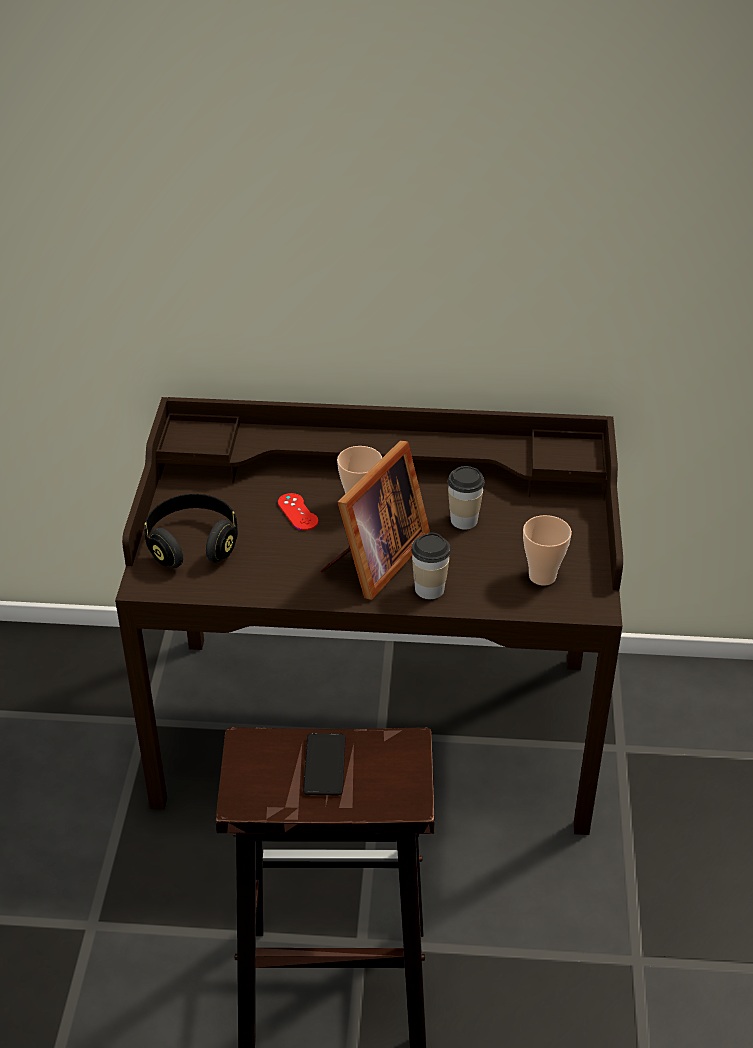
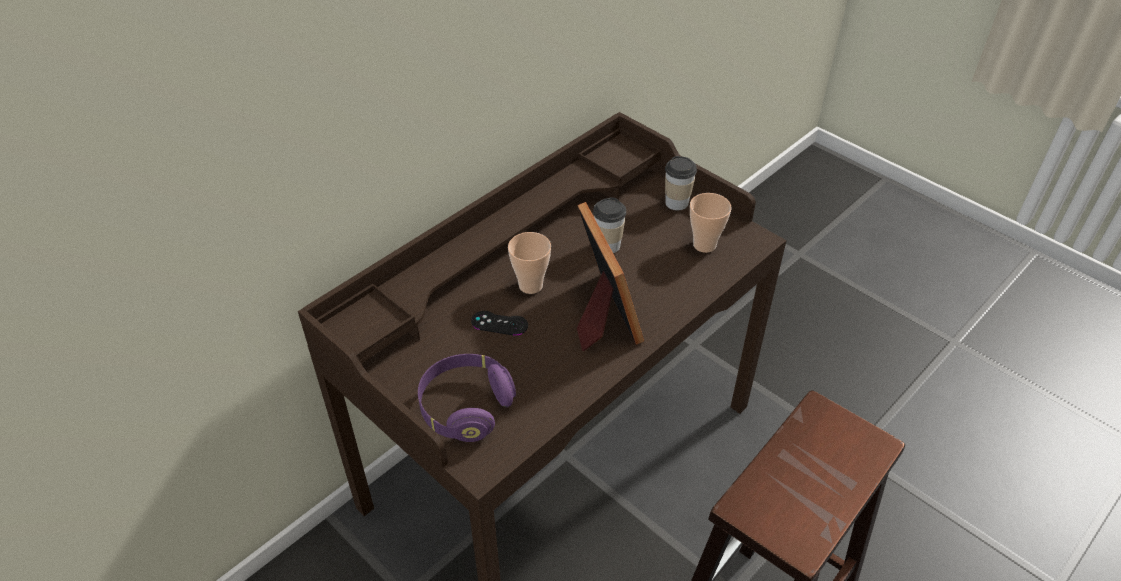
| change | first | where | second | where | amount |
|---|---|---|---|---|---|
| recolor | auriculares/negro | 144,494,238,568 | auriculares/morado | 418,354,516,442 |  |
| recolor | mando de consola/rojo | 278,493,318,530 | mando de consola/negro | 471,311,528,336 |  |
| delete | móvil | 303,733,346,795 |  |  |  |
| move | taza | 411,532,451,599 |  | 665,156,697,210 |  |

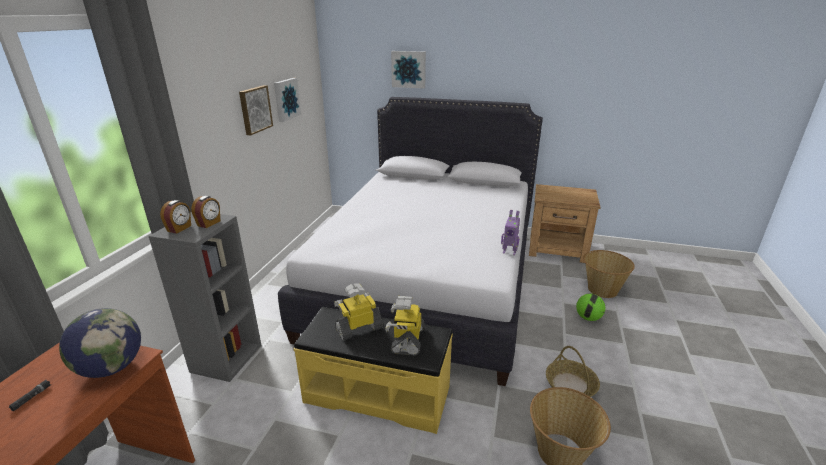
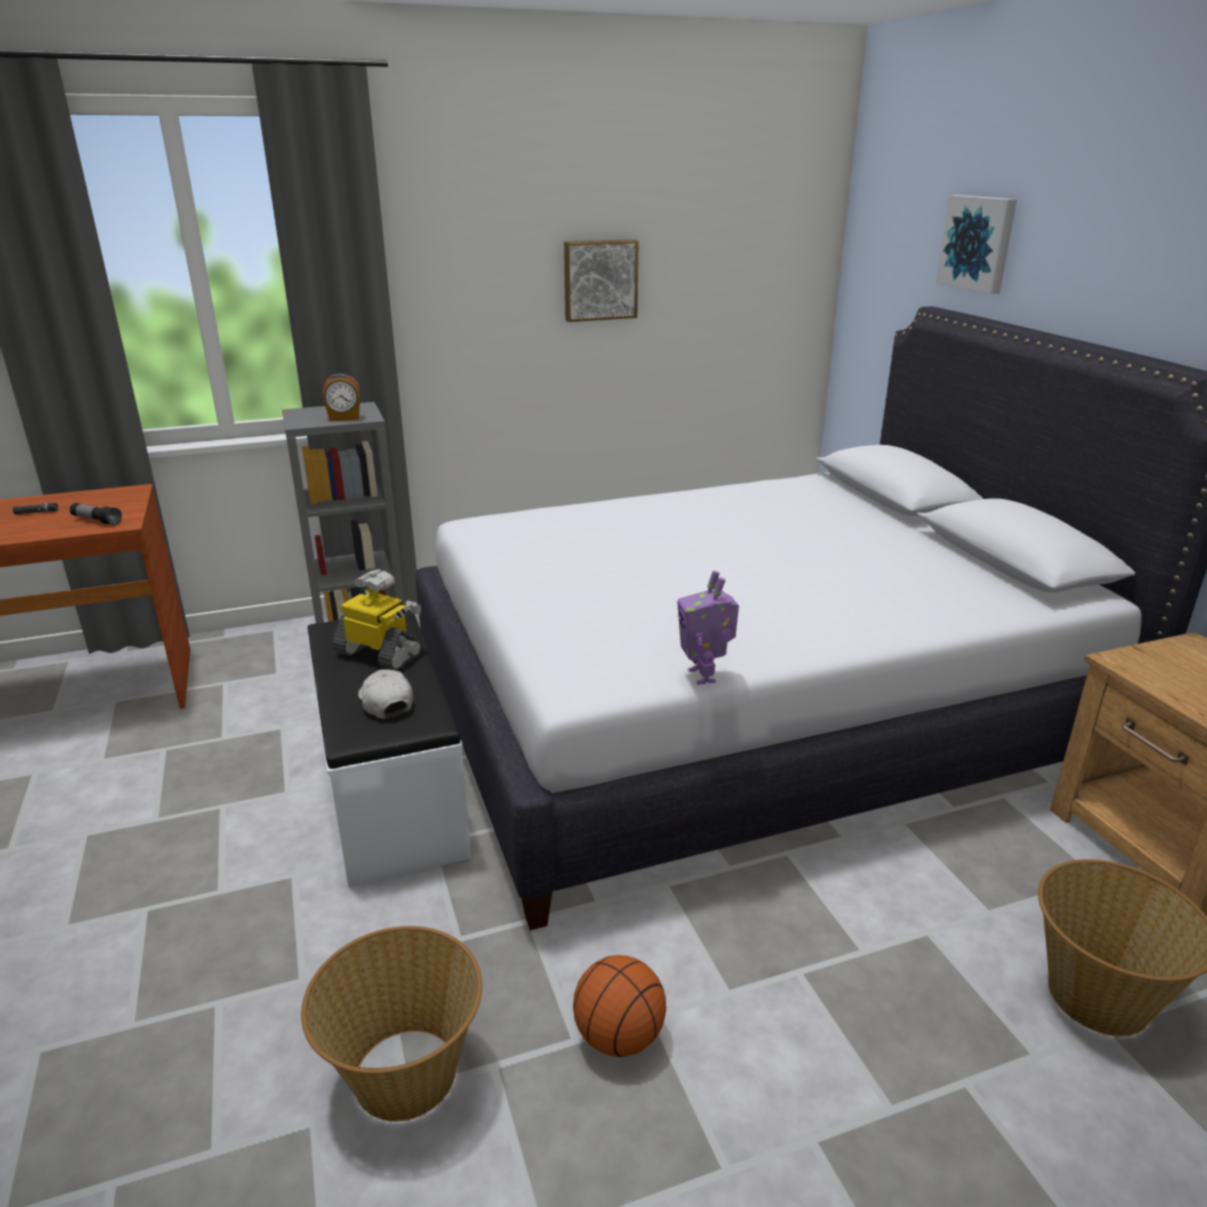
| change | first | where | second | where | amount |
|---|---|---|---|---|---|
| replace | globo terráqueo | 59,308,141,378 | linterna | 70,503,122,525 |  |
| delete | despertador | 160,200,191,234 |  |  |  |
| delete | cuadro | 274,78,301,122 |  |  |  |
| recolor | banco/amarillo | 294,307,453,434 | banco/blanco | 308,609,471,887 |  |
| replace | robot de juguete | 385,296,425,356 | gorra/blanco | 358,669,413,719 |  |
| replace | cesta | 546,346,600,397 | balón de baloncesto | 573,955,666,1057 |  |
| delete | balón de fútbol | 576,294,605,321 |  |  |  |

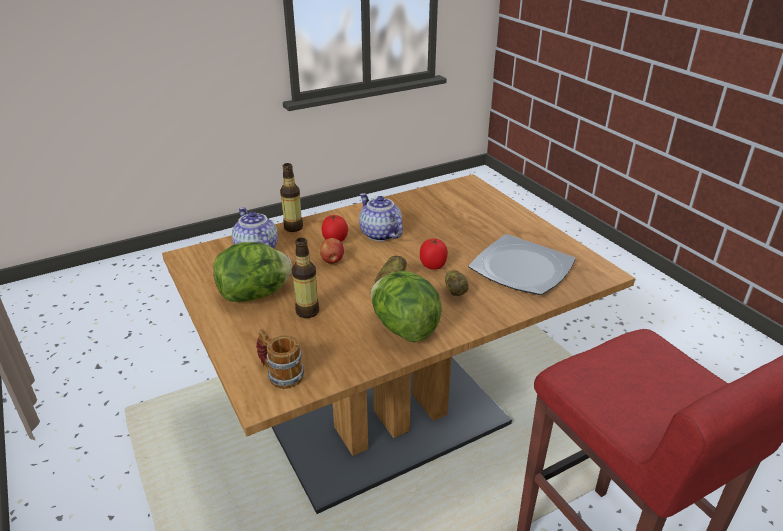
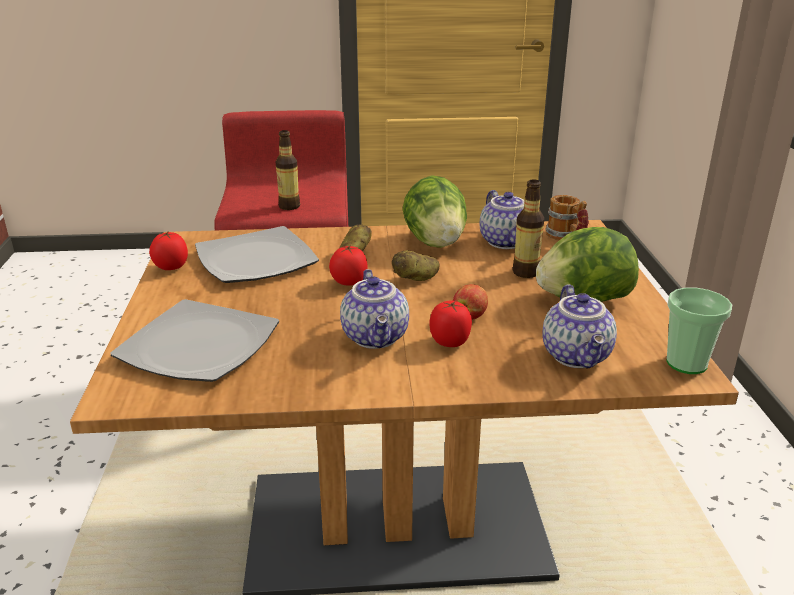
| change | first | where | second | where | amount |
|---|---|---|---|---|---|
| move | botella | 280,163,303,232 |  | 276,130,300,210 |  |
| insert |  |  | plato | 110,299,279,382 |  |
| insert |  |  | tomate | 149,231,188,270 |  |
| insert |  |  | tetera | 480,190,524,249 |  |
| insert |  |  | taza | 666,288,732,374 |  |

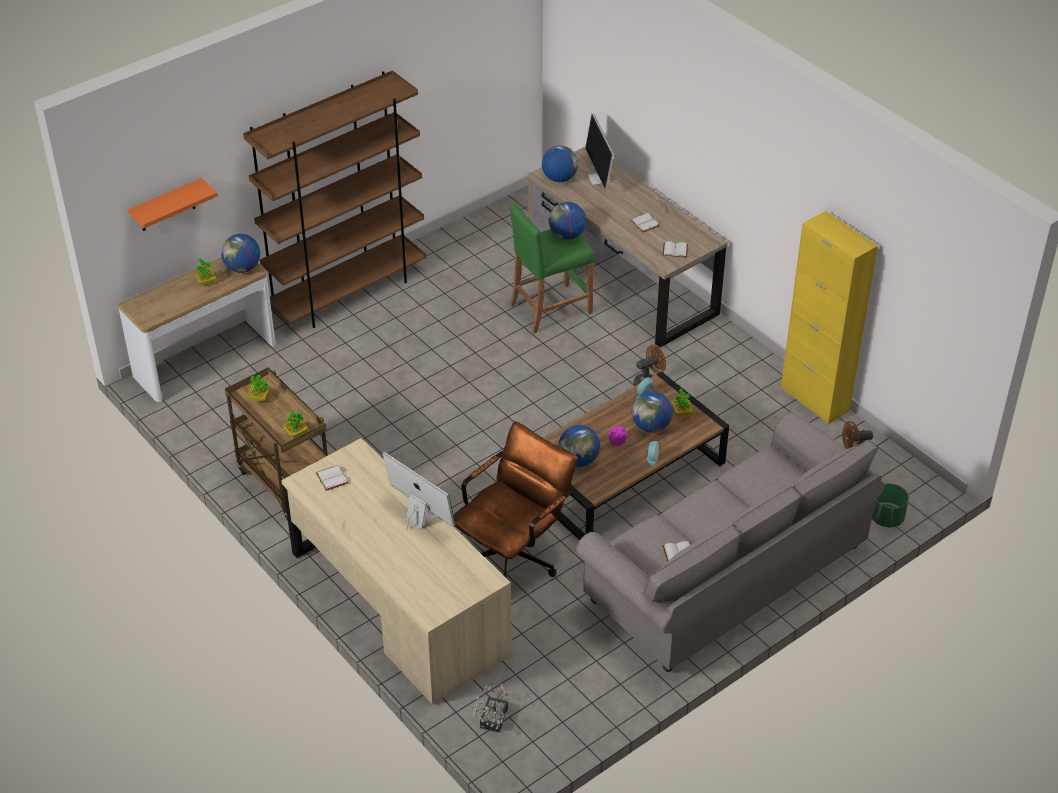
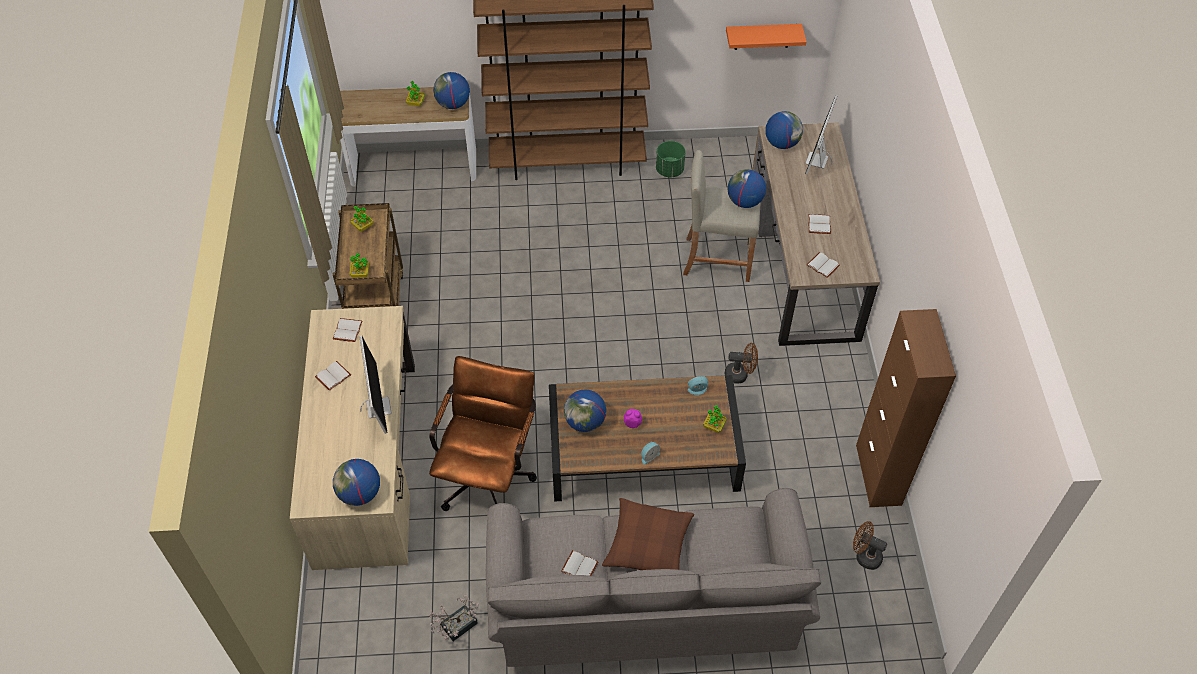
| change | first | where | second | where | amount |
|---|---|---|---|---|---|
| move | estante/naranja | 128,178,218,231 |  | 726,24,806,50 |  |
| rotate | silla de oficina/marrón | 453,421,578,577 |  | 429,356,537,511 | 60 degrees counterclockwise |
| move | planta en maceta | 473,683,510,733 |  | 429,594,479,641 |  |
| recolor | taburete/verde | 510,203,595,333 | taburete/beis | 683,150,761,282 |  |
| move | globo terráqueo | 632,392,673,433 |  | 333,459,380,506 |  |
| recolor | armario/amarillo | 781,211,878,424 | armario/marrón | 856,309,956,507 |  |
| move | maceta/verde | 872,483,909,527 |  | 656,141,686,177 |  |
| insert |  |  | libro/blanco | 315,361,351,391 |  |
| insert |  |  | cojín/marrón | 602,498,694,570 |  |

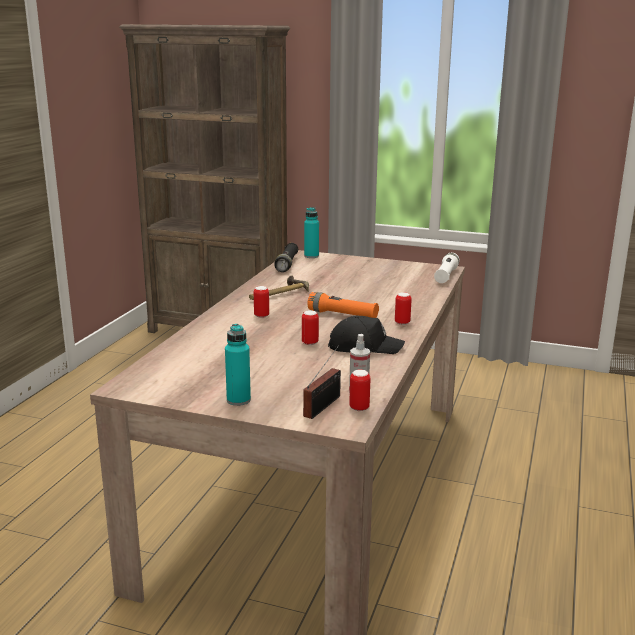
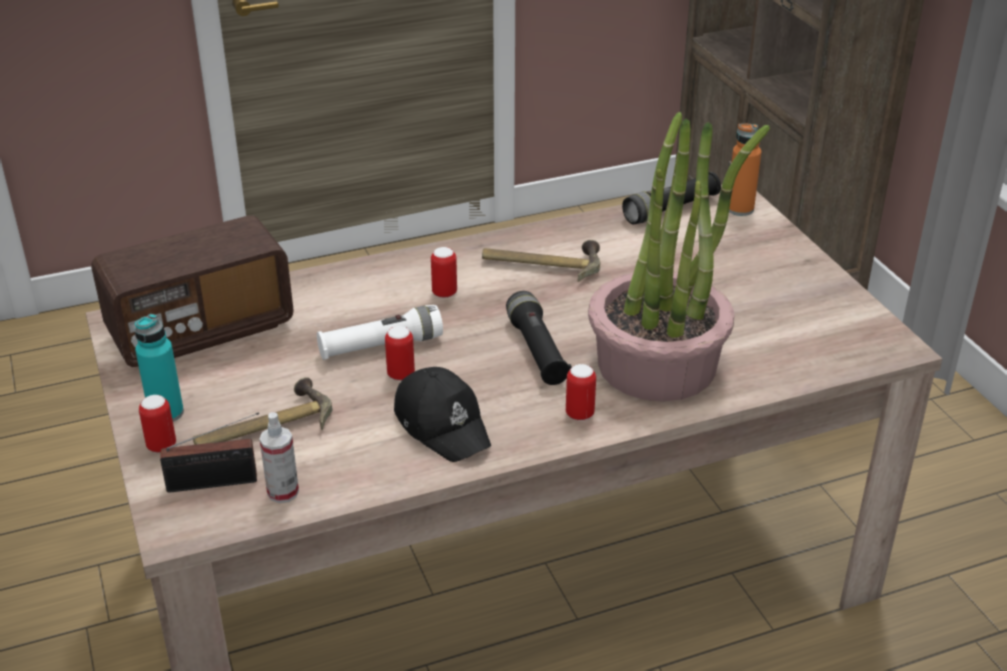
| change | first | where | second | where | amount |
|---|---|---|---|---|---|
| recolor | botella/turquesa | 304,207,319,258 | botella/naranja | 729,123,762,216 |  |
| recolor | linterna/naranja | 308,292,379,318 | linterna/negro | 506,291,572,385 |  |
| move | lata | 349,370,370,411 |  | 139,395,176,453 |  |
| move | linterna/blanco | 434,253,460,283 |  | 317,305,443,360 |  |
| insert |  |  | radio | 91,215,294,367 |  |
| insert |  |  | martillo | 193,377,333,445 |  |
| insert |  |  | planta en maceta | 588,112,770,402 |  |

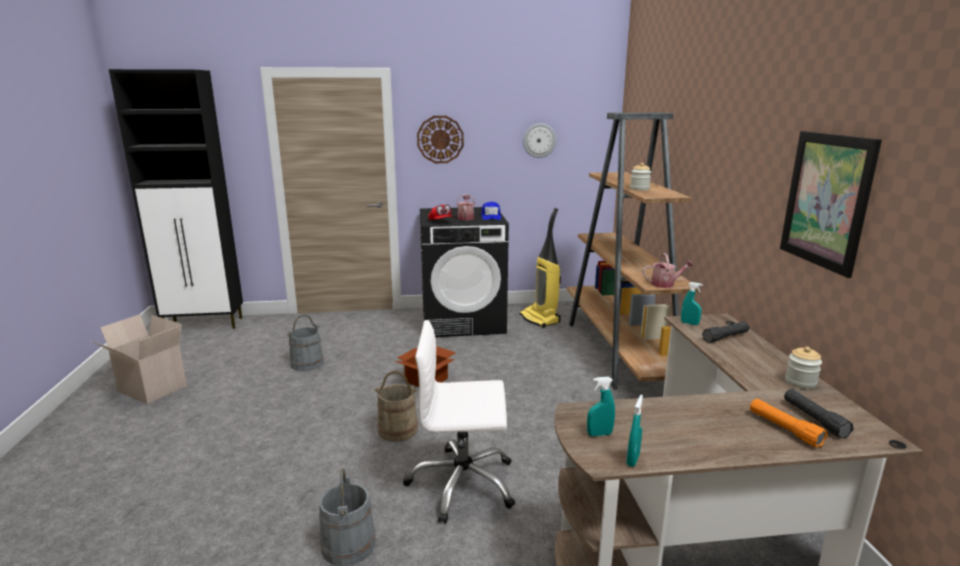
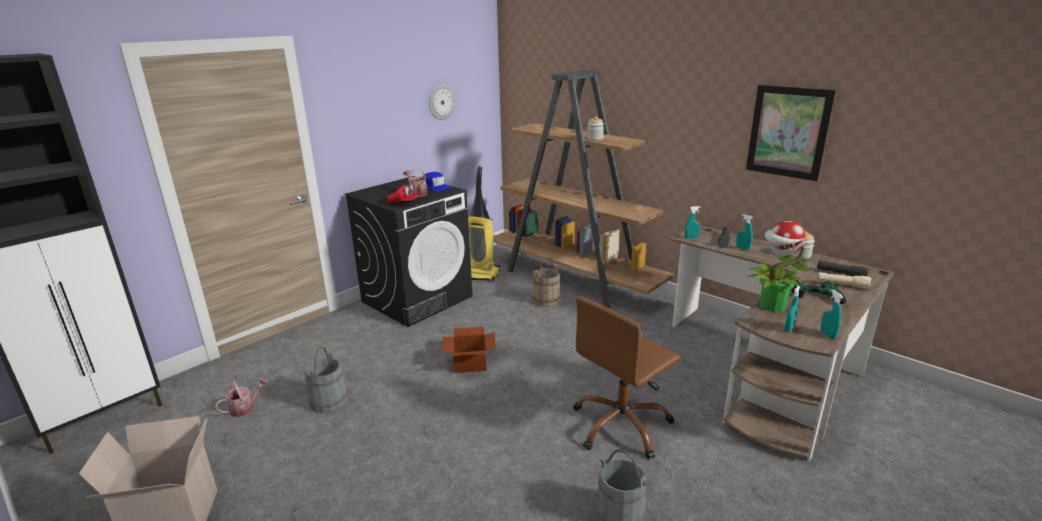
| change | first | where | second | where | amount |
|---|---|---|---|---|---|
| move | cubo/beis | 374,371,418,441 |  | 532,257,561,307 |  |
| recolor | silla de oficina/blanco | 403,320,515,524 | silla de oficina/marrón | 573,296,680,459 |  |
| delete | reloj de pared | 417,116,464,163 |  |  |  |
| move | regadera | 643,253,694,288 |  | 215,378,268,417 |  |
| recolor | linterna/naranja | 750,399,828,447 | linterna/beis | 817,272,871,289 |  |
| insert |  |  | pulverizador/turquesa | 736,214,753,250 |  |
| insert |  |  | planta en maceta | 747,221,810,312 |  |
| insert |  |  | taladro | 790,280,849,308 |  |

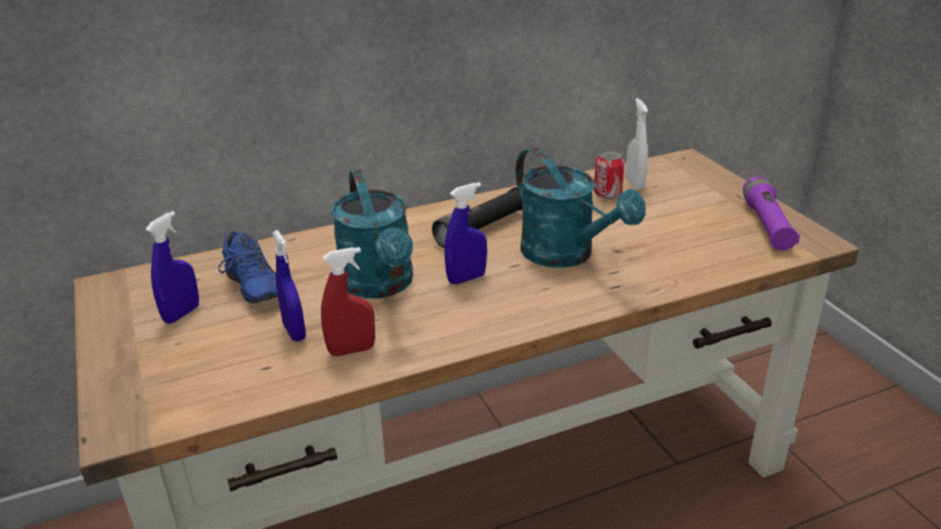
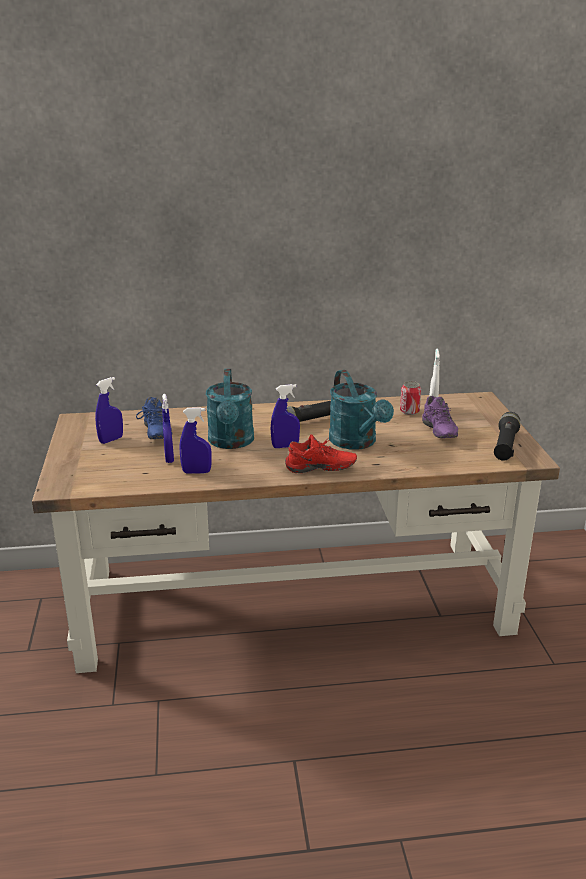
| change | first | where | second | where | amount |
|---|---|---|---|---|---|
| recolor | pulverizador/rojo | 321,247,375,356 | pulverizador/azul | 180,407,212,473 |  |
| recolor | linterna/morado | 743,176,800,251 | linterna/negro | 494,412,521,461 |  |
| insert |  |  | zapato/rojo | 285,434,357,473 |  |
| insert |  |  | zapato/morado | 422,396,458,438 |  |

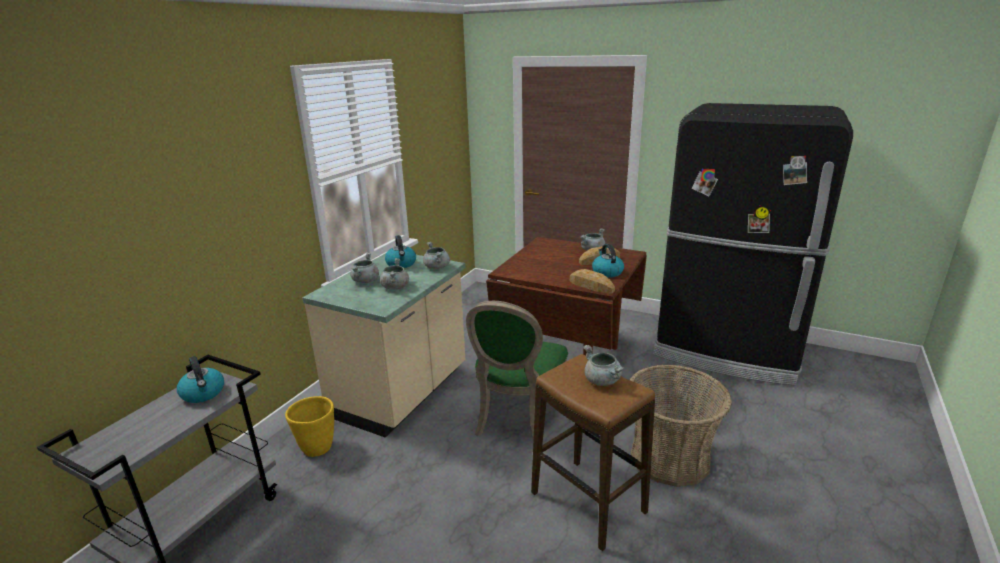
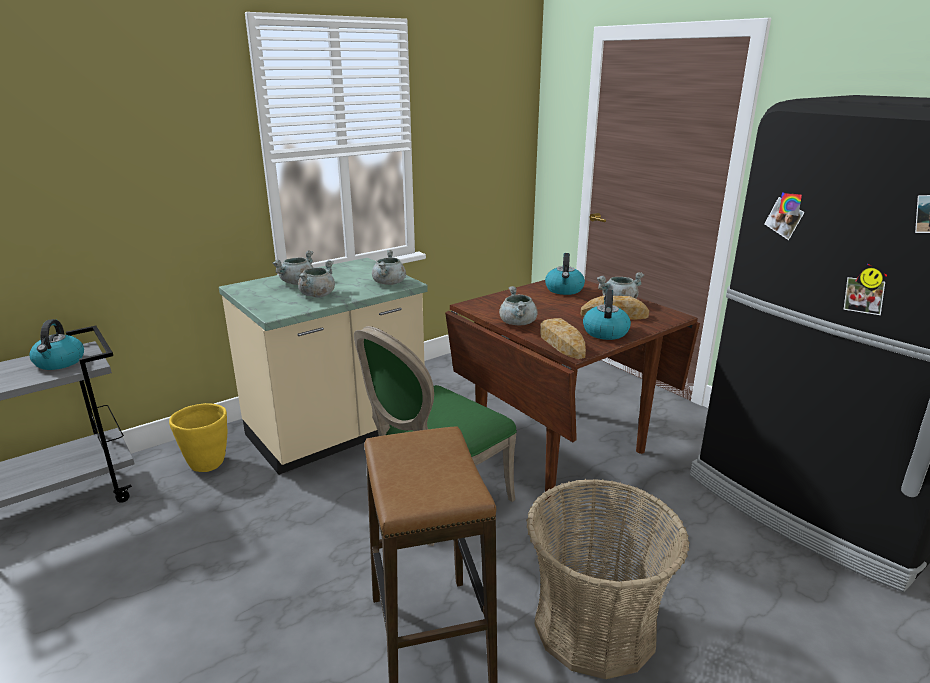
| change | first | where | second | where | amount |
|---|---|---|---|---|---|
| move | hervidor | 385,235,416,268 |  | 545,253,585,295 |  |
| move | olla/gris | 583,345,624,386 |  | 499,286,538,325 |  |

